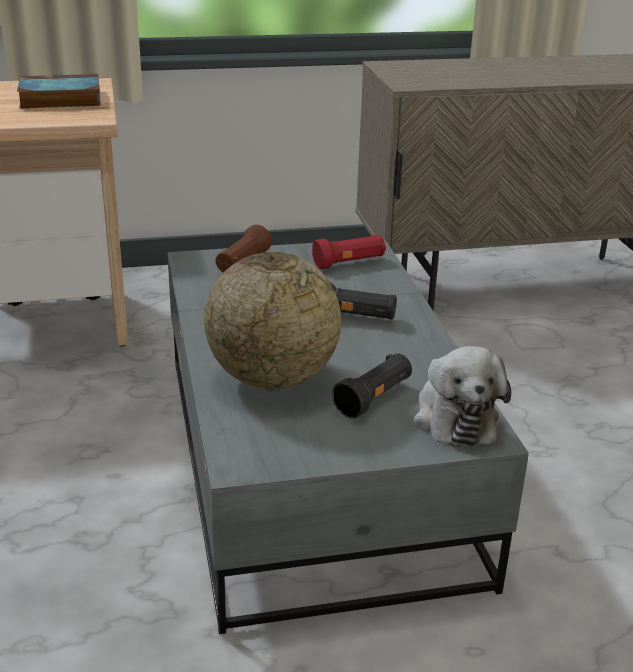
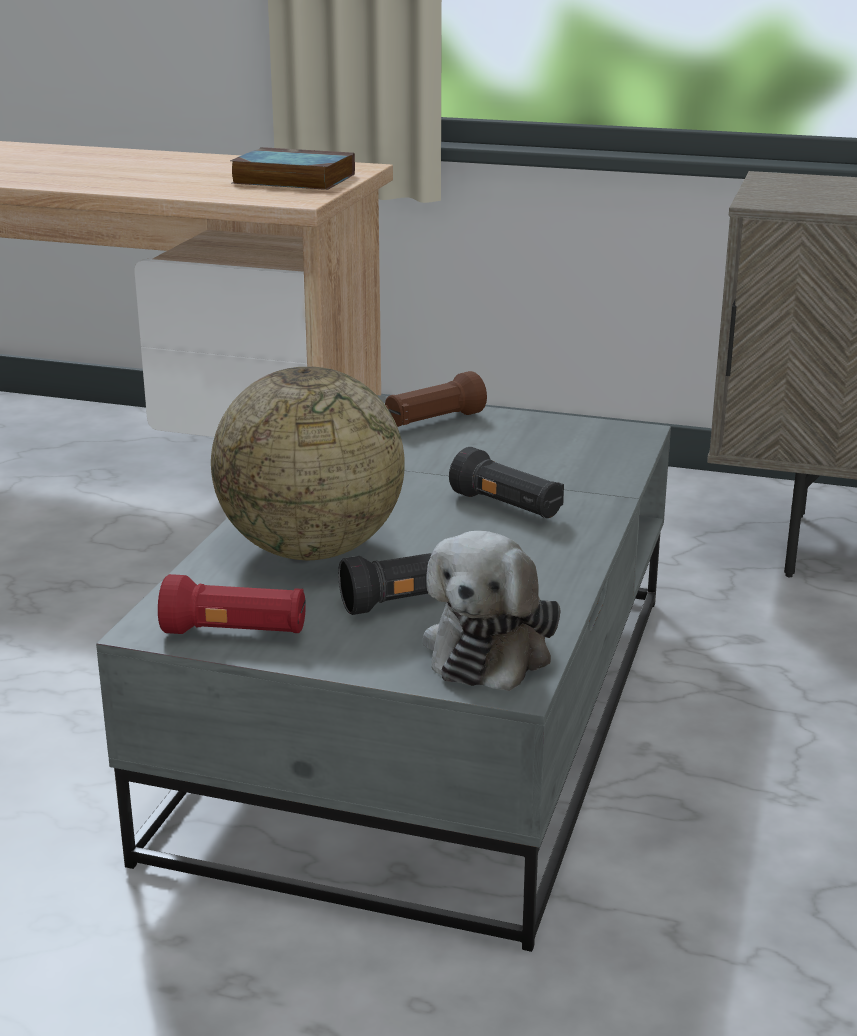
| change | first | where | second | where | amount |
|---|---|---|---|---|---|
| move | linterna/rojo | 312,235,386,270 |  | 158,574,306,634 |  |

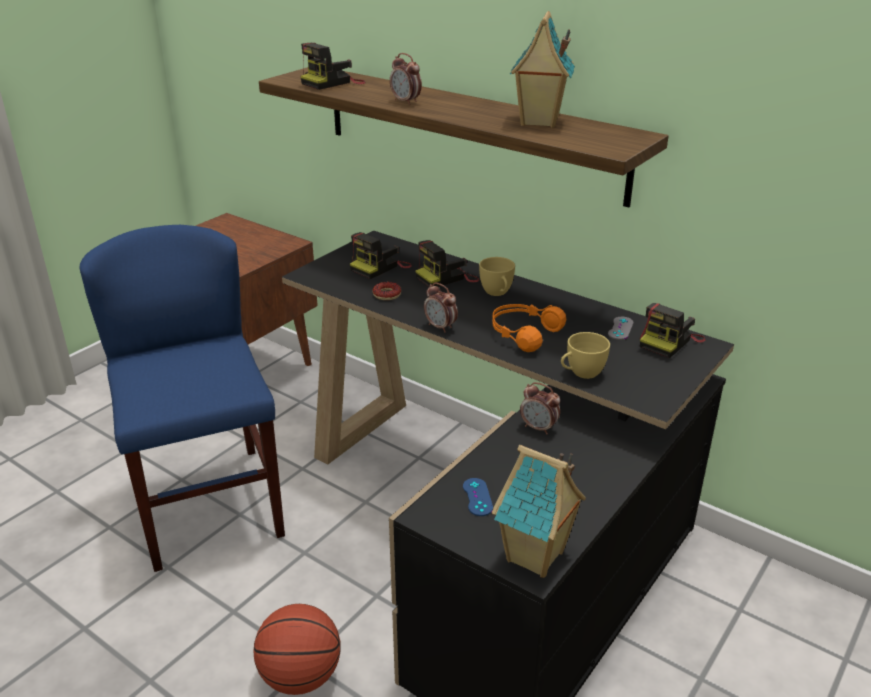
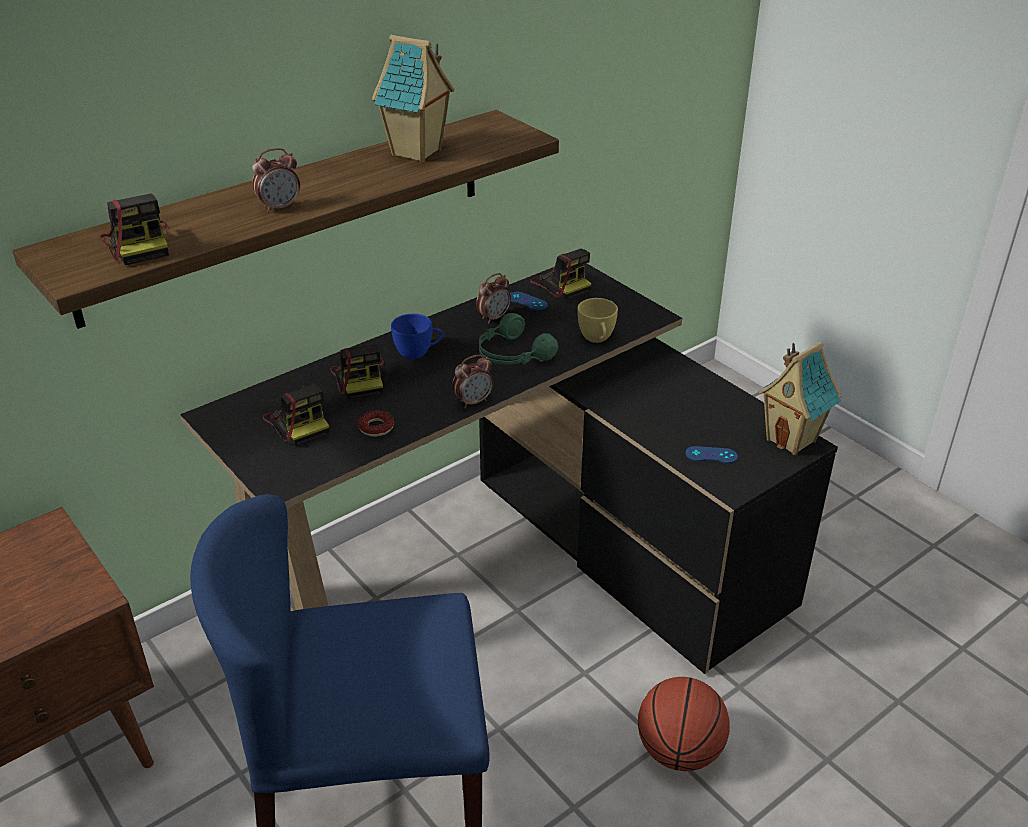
| change | first | where | second | where | amount |
|---|---|---|---|---|---|
| recolor | taza/amarillo | 479,257,515,296 | taza/azul | 391,314,443,359 |  |
| recolor | auriculares/naranja | 492,304,566,352 | auriculares/verde | 479,313,558,365 |  |
| move | despertador | 520,382,560,435 |  | 476,273,511,324 |  |
| recolor | mando de consola/gris | 608,317,634,340 | mando de consola/azul | 510,292,547,311 |  |

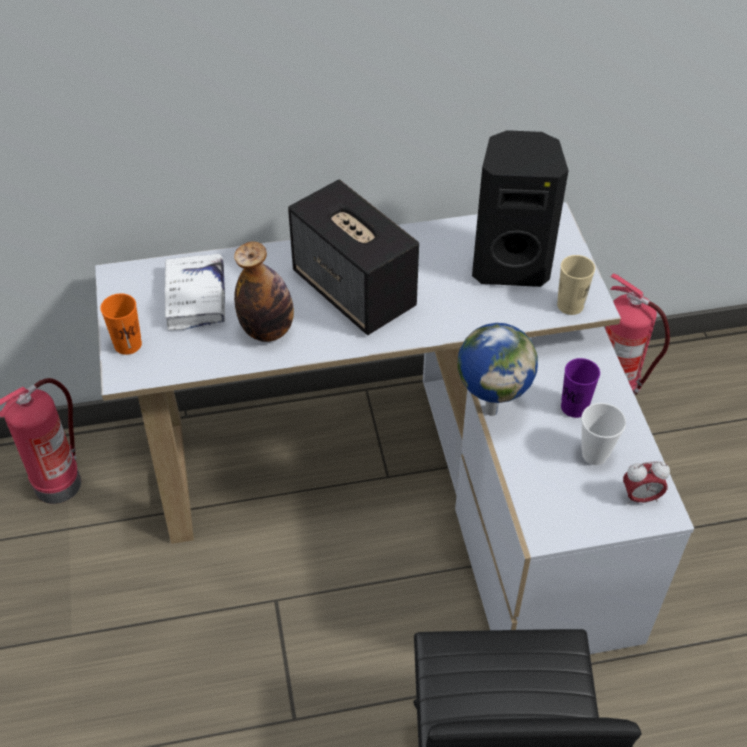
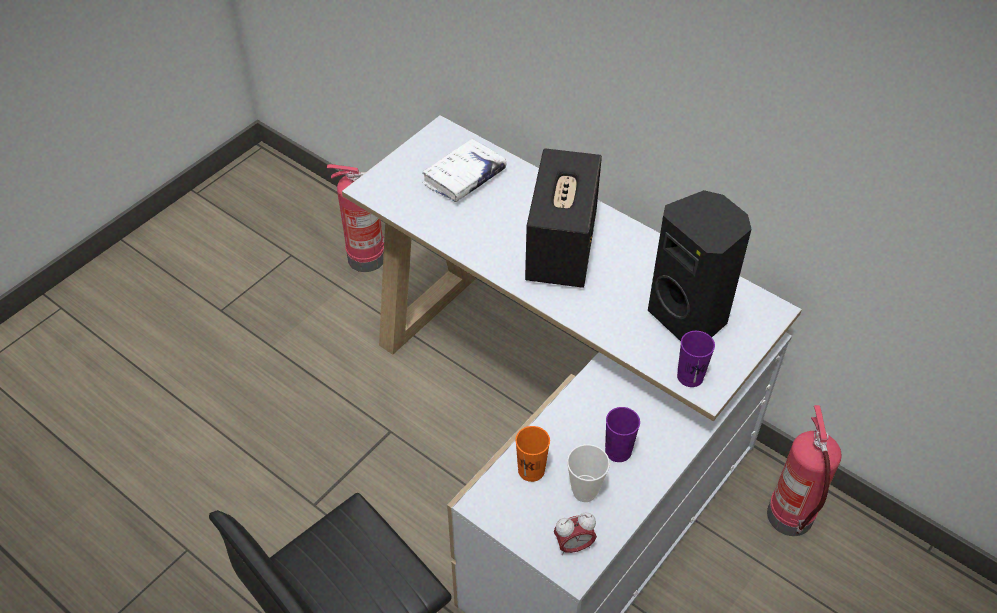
| change | first | where | second | where | amount |
|---|---|---|---|---|---|
| move | taza/naranja | 100,293,142,355 |  | 515,426,550,482 |  |
| delete | botella | 234,242,294,342 |  |  |  |
| delete | globo terráqueo | 458,323,538,416 |  |  |  |
| recolor | taza/beis | 557,255,595,315 | taza/morado | 677,331,715,387 |  |
| rotate | despertador | 623,461,670,504 |  | 554,512,597,555 | 60 degrees counterclockwise |

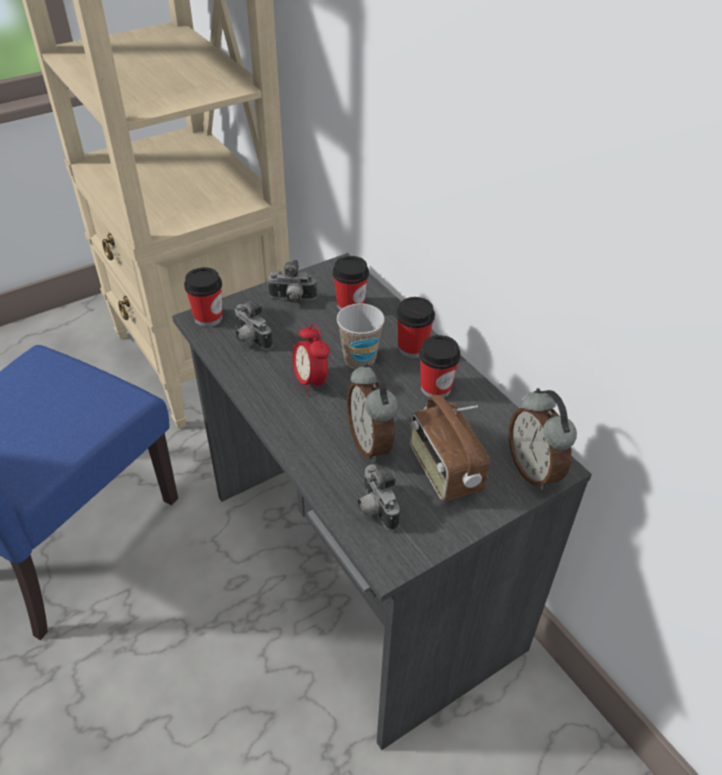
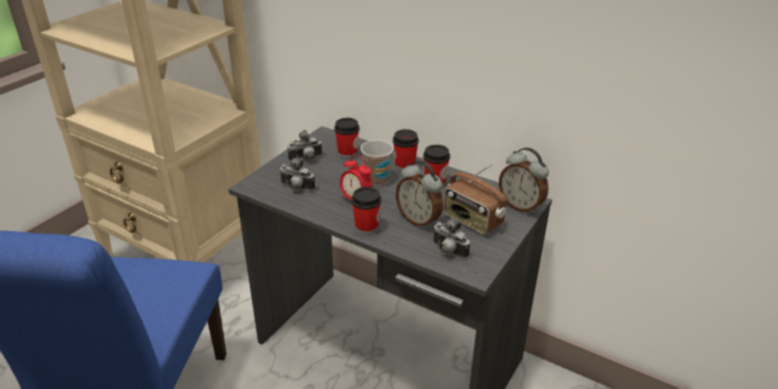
| change | first | where | second | where | amount |
|---|---|---|---|---|---|
| move | taza | 184,267,223,327 |  | 351,187,381,235 |  |

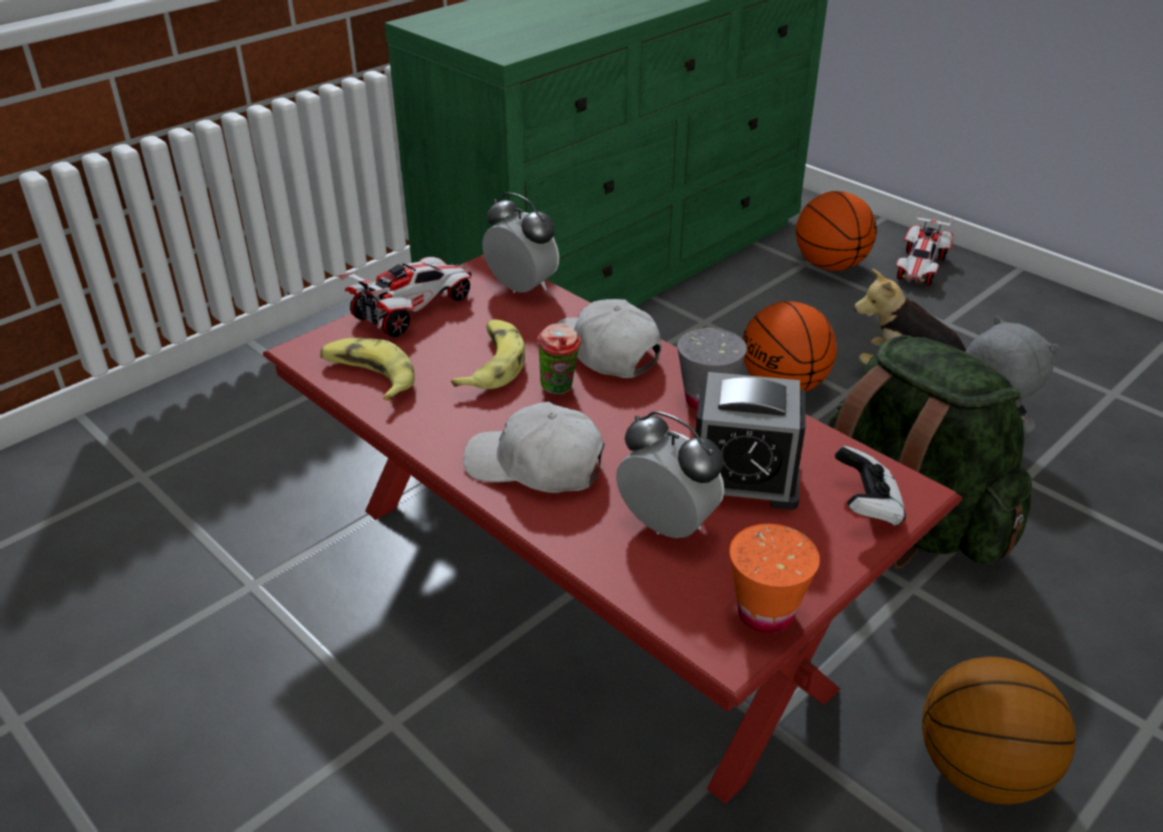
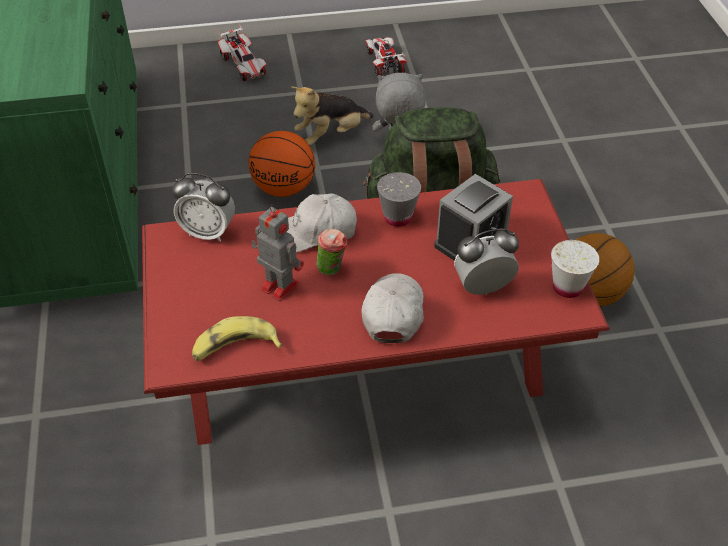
| change | first | where | second | where | amount |
|---|---|---|---|---|---|
| move | coche de juguete | 338,257,472,337 |  | 365,37,407,77 |  |
| replace | plátano | 451,319,525,389 | robot de juguete | 251,204,304,301 |  |
| rotate | gorra/blanco | 463,402,605,493 |  | 361,273,424,343 | 135 degrees clockwise |
| rotate | despertador | 482,193,559,293 |  | 172,173,235,242 | 150 degrees counterclockwise |
| recolor | taza/naranja | 729,524,820,633 | taza/blanco | 551,240,599,298 |  |
| delete | balón de baloncesto | 796,191,877,271 |  |  |  |
| delete | mando de consola | 835,446,906,526 |  |  |  |

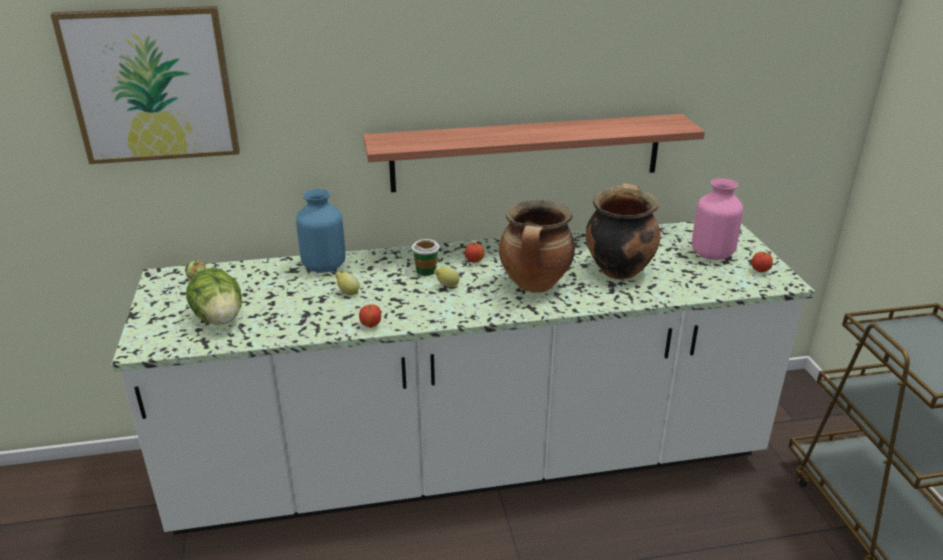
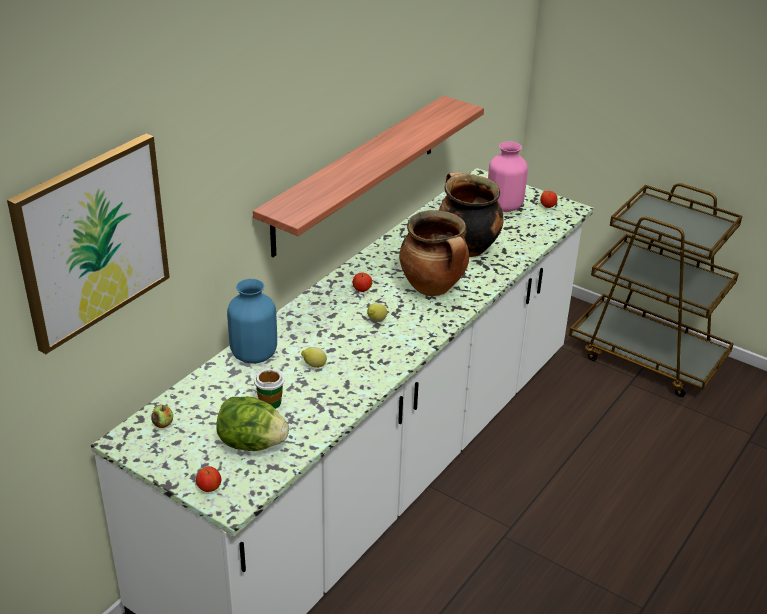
| change | first | where | second | where | amount |
|---|---|---|---|---|---|
| move | manzana | 359,304,381,328 |  | 196,466,221,492 |  |
| move | taza | 412,239,439,276 |  | 254,369,285,409 |  |

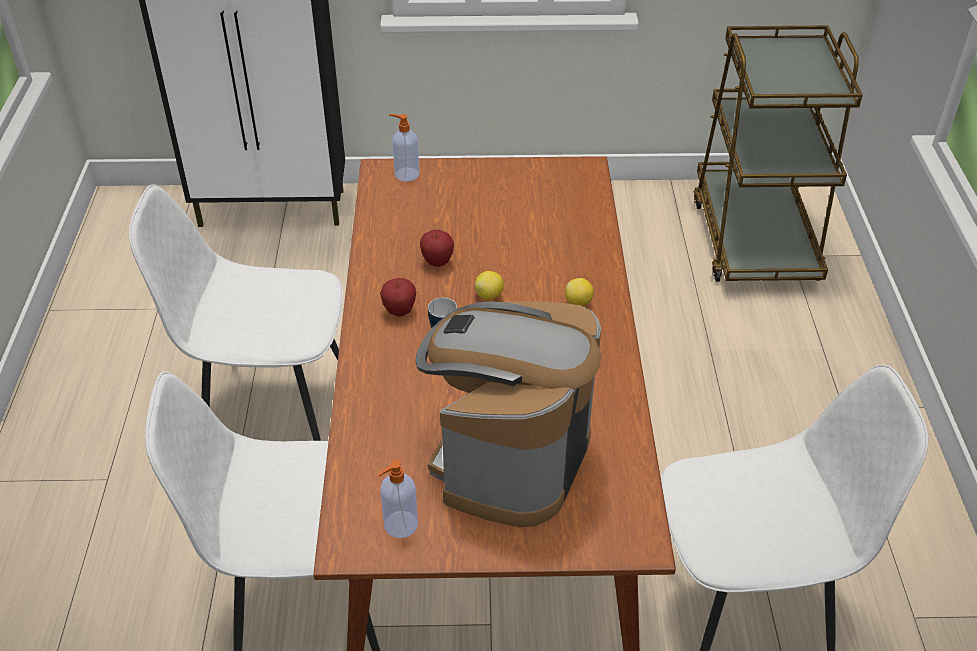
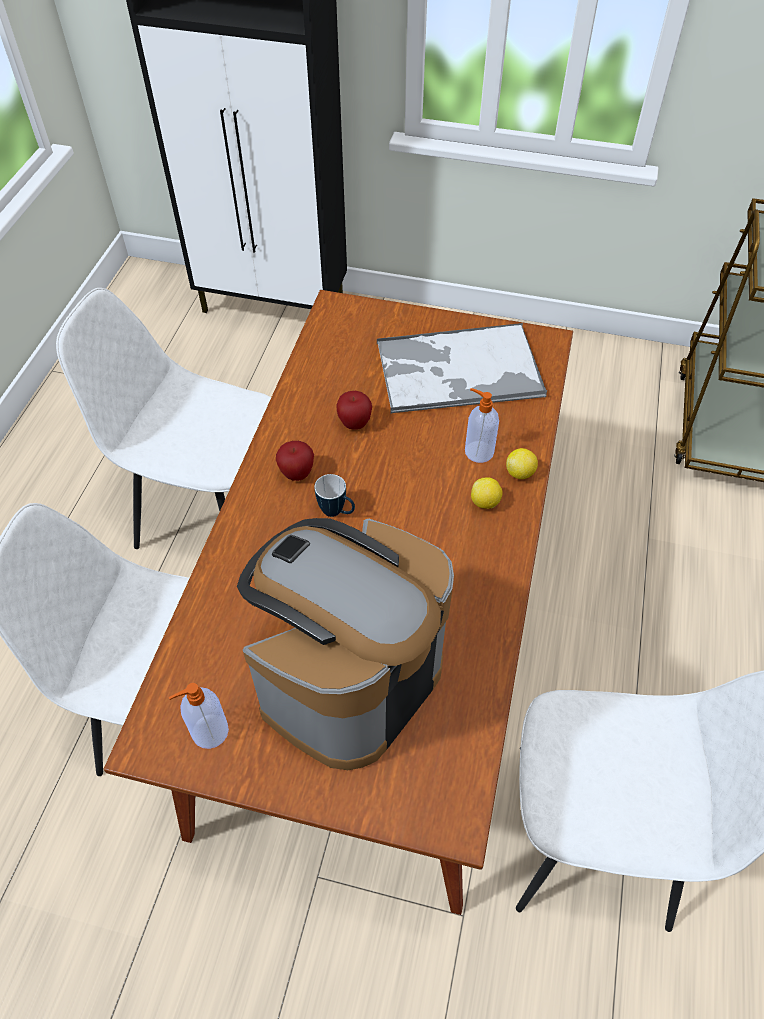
| change | first | where | second | where | amount |
|---|---|---|---|---|---|
| move | dispensador de jabón | 389,114,419,182 |  | 465,388,499,463 |  |
| move | limón | 475,271,504,300 |  | 506,448,538,479 |  |
| insert |  |  | bandeja | 377,323,547,413 |  |

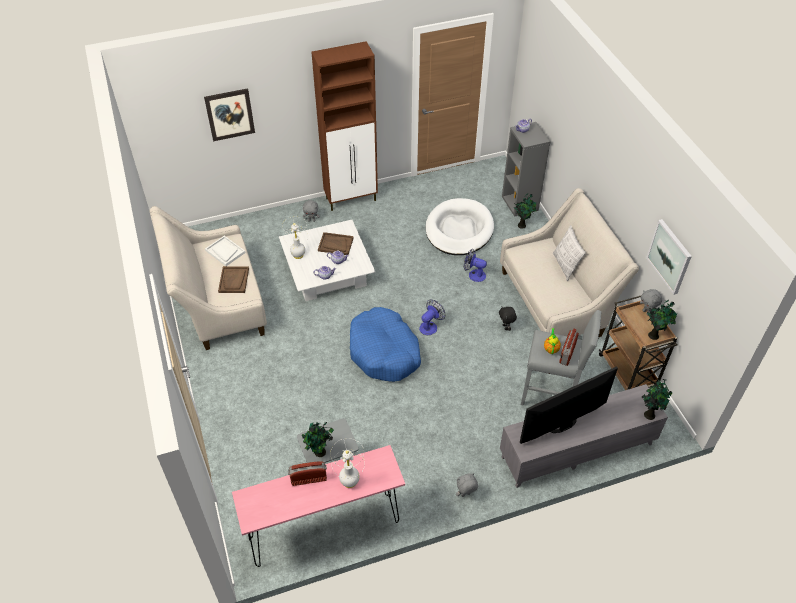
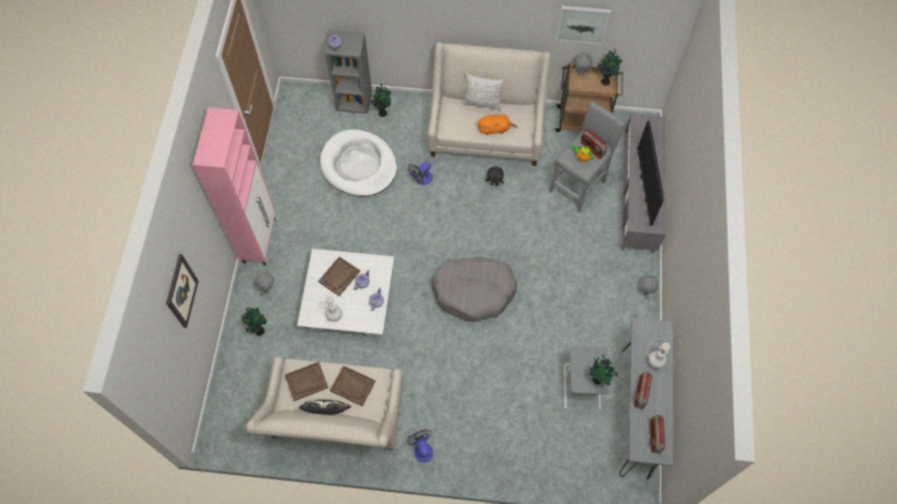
| change | first | where | second | where | amount |
|---|---|---|---|---|---|
| recolor | bandeja/blanco | 205,236,245,266 | bandeja/marrón | 285,362,328,401 |  |
| recolor | mesa consola/rosa | 232,445,405,567 | mesa consola/gris | 619,318,673,480 |  |
| recolor | armario/marrón | 311,41,378,211 | armario/rosa | 193,107,276,266 |  |
| recolor | cama para perro/azul | 350,307,421,382 | cama para perro/gris | 432,257,517,322 |  |
| move | ventilador | 419,299,445,335 |  | 406,429,433,463 |  |
| move | planta en maceta | 642,379,673,420 |  | 241,307,267,336 |  |
| insert |  |  | cojín | 299,399,351,415 |  |
| insert |  |  | peluche/naranja | 477,114,517,135 |  |
| insert |  |  | radio | 650,415,665,453 |  |

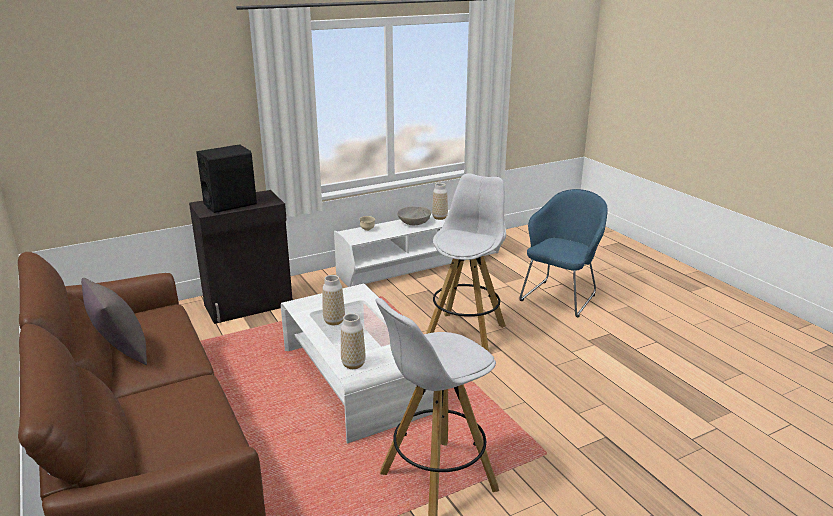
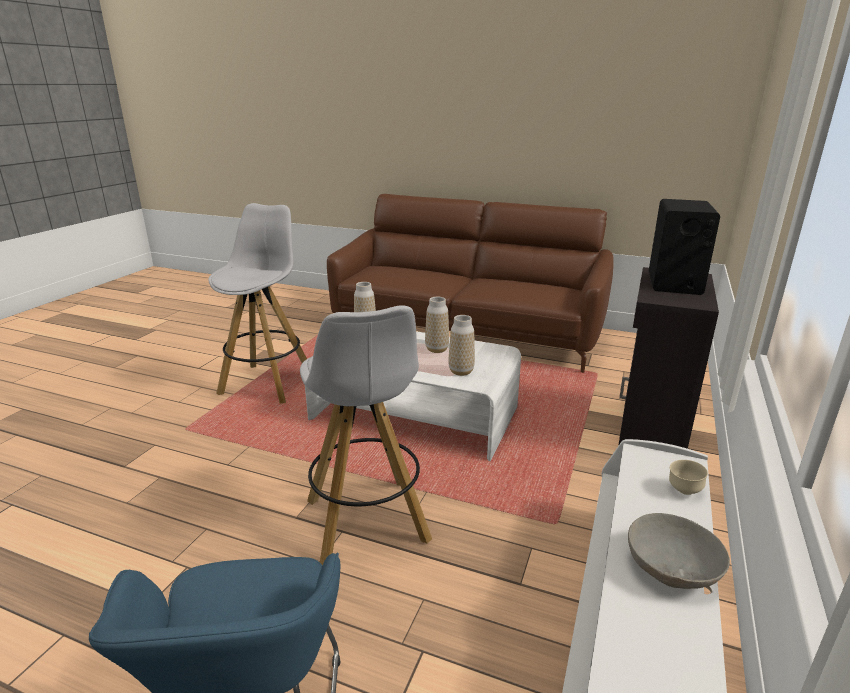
| change | first | where | second | where | amount |
|---|---|---|---|---|---|
| delete | cojín/gris | 81,278,147,365 |  |  |  |
| move | florero | 432,183,448,220 |  | 448,315,475,376 |  |

